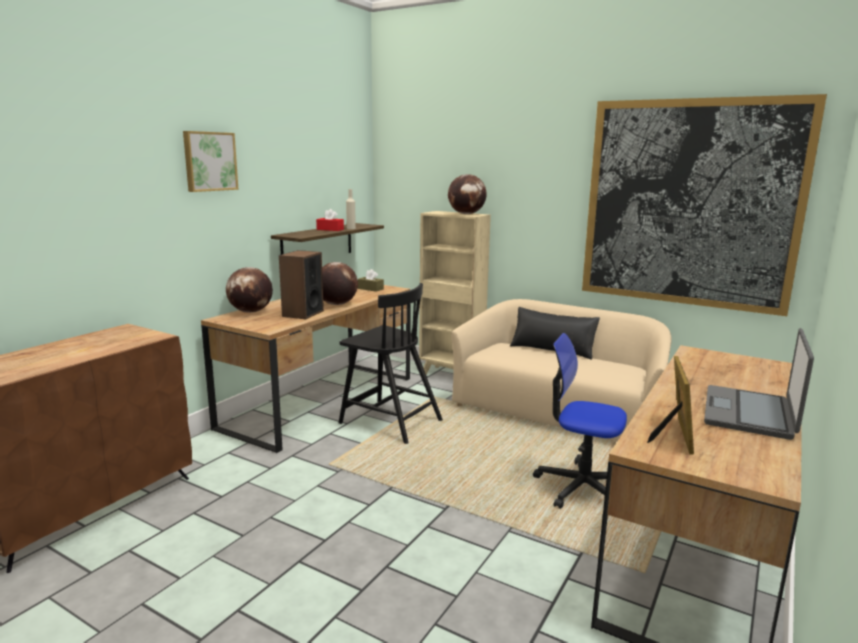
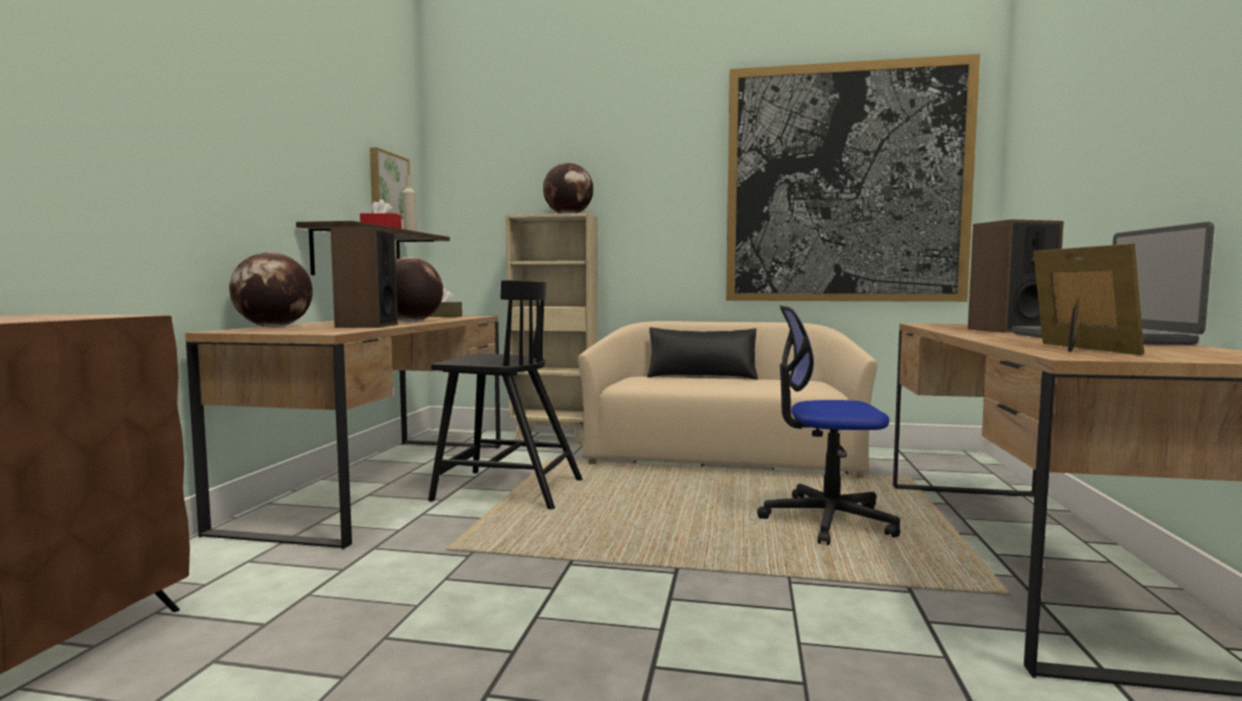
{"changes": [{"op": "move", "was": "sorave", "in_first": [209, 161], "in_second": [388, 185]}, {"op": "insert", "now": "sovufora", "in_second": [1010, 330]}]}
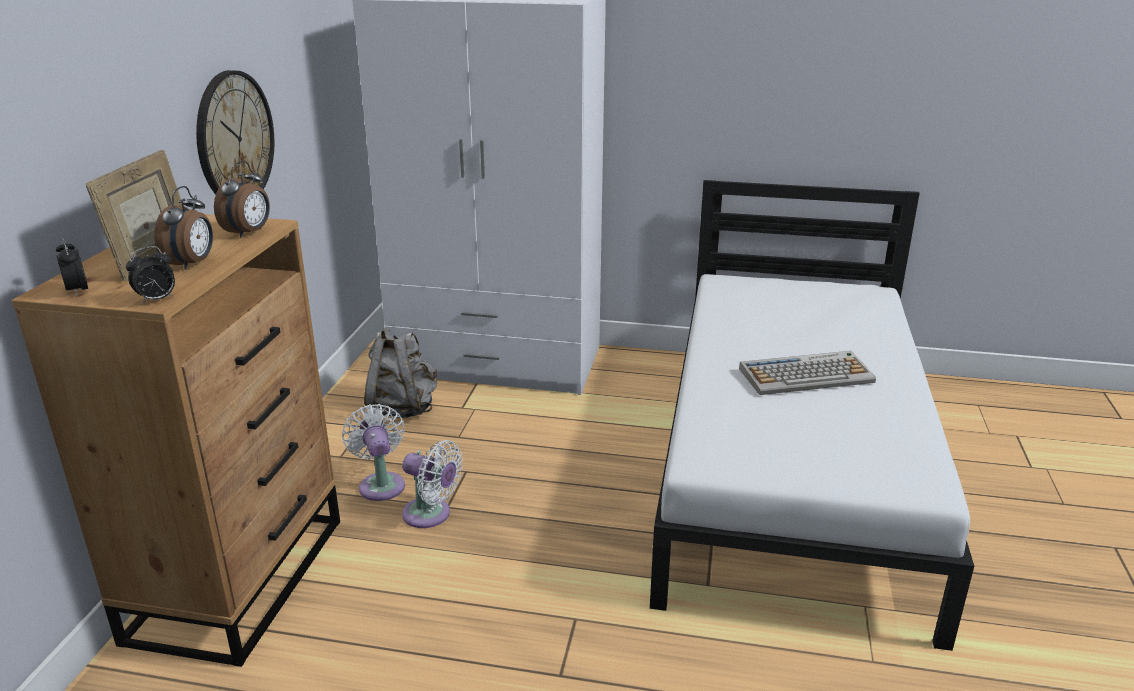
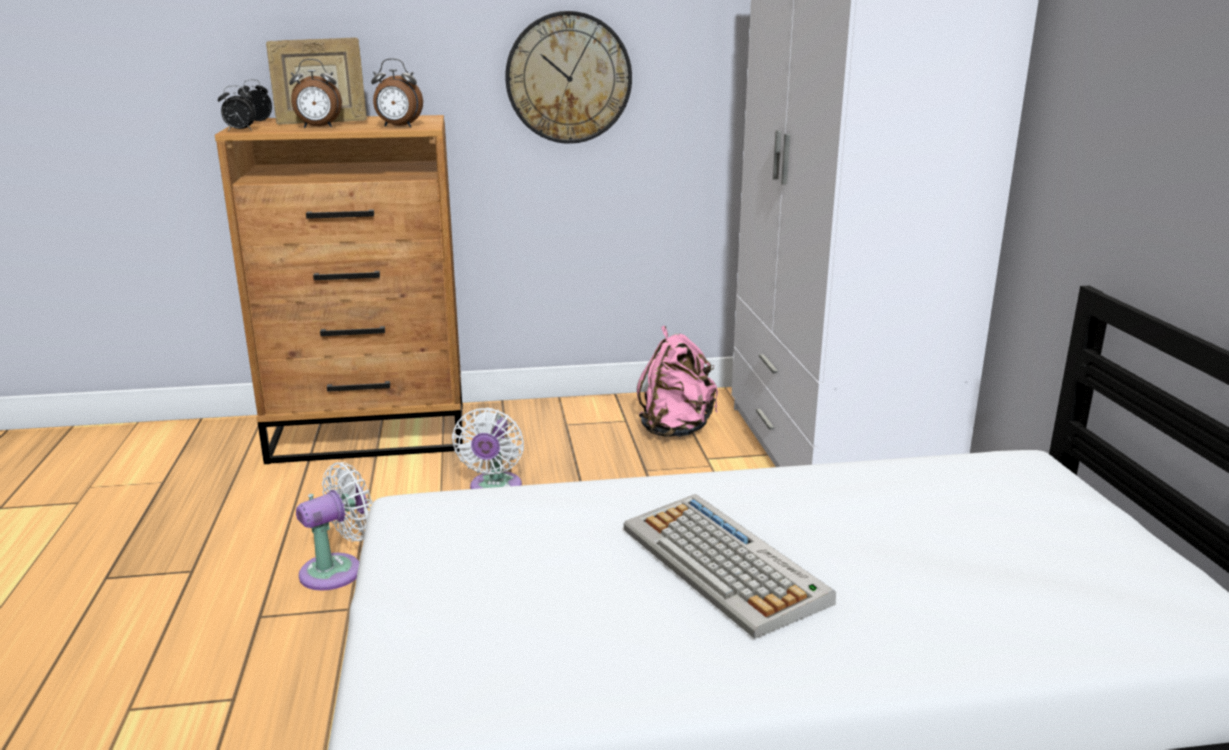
{"changes": [{"op": "rotate", "was": "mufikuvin", "in_first": [157, 300], "in_second": [239, 130], "clockwise": -45}, {"op": "recolor", "was": "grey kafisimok", "now": "pink kafisimok", "in_first": [403, 408], "in_second": [675, 430]}, {"op": "move", "was": "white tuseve", "in_first": [381, 484], "in_second": [337, 570]}]}
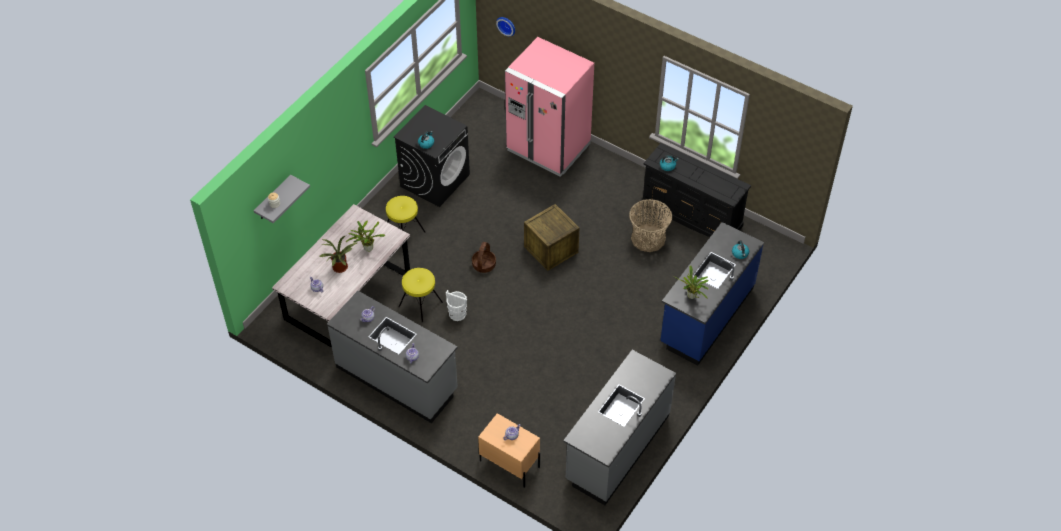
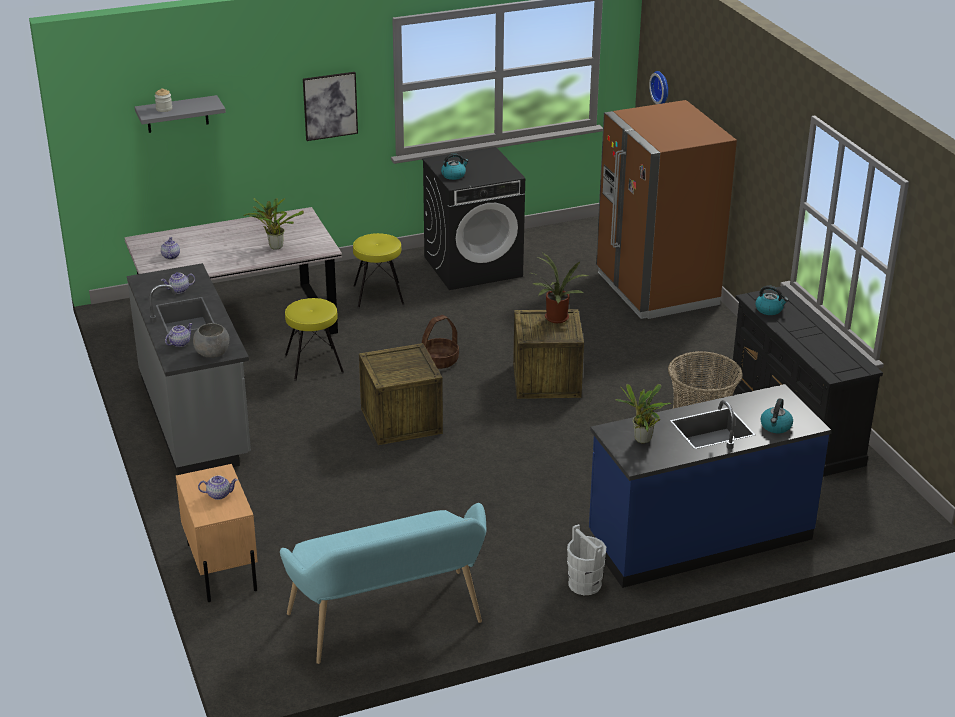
{"changes": [{"op": "recolor", "was": "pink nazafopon", "now": "brown nazafopon", "in_first": [548, 147], "in_second": [656, 289]}, {"op": "move", "was": "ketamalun", "in_first": [340, 269], "in_second": [555, 319]}, {"op": "move", "was": "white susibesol", "in_first": [457, 314], "in_second": [585, 584]}, {"op": "replace", "was": "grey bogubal", "now": "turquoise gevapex", "in_first": [616, 448], "in_second": [390, 623]}, {"op": "insert", "now": "sorave", "in_second": [330, 105]}, {"op": "insert", "now": "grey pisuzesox", "in_second": [212, 354]}, {"op": "insert", "now": "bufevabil", "in_second": [401, 421]}]}
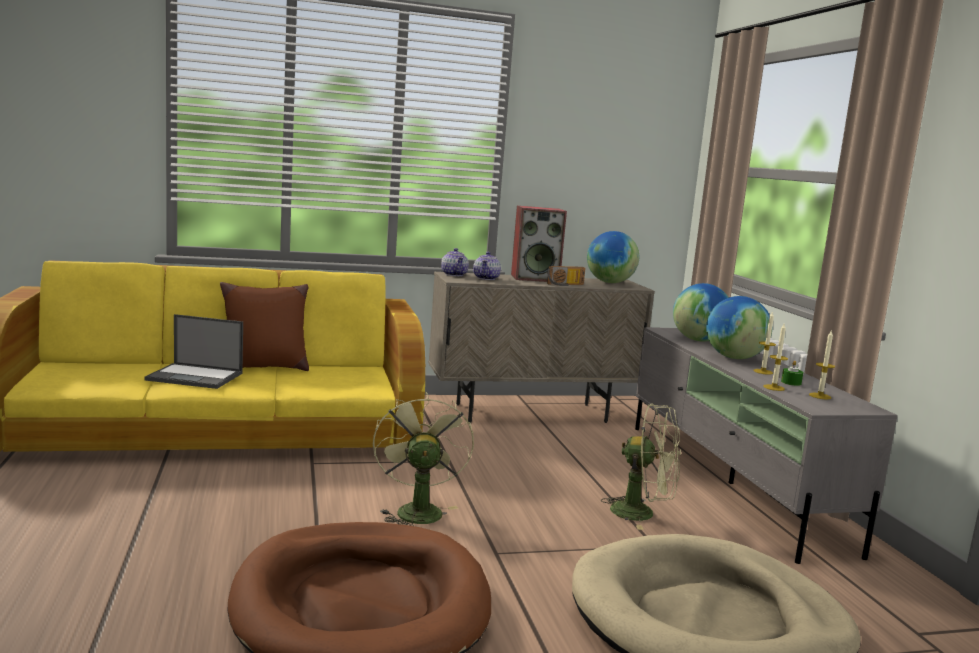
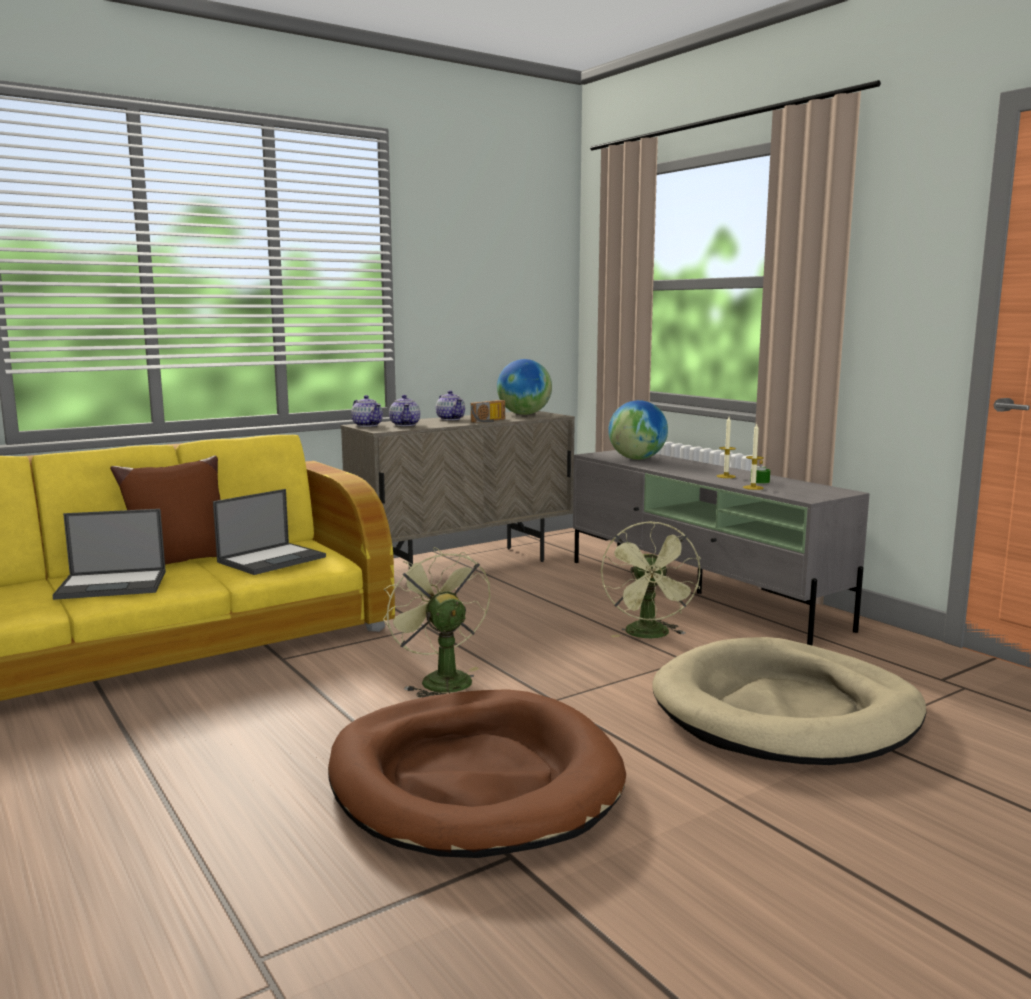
{"changes": [{"op": "replace", "was": "sovufora", "now": "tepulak", "in_first": [535, 278], "in_second": [450, 419]}, {"op": "delete", "was": "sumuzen", "in_first": [734, 358]}, {"op": "delete", "was": "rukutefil", "in_first": [820, 396]}, {"op": "rotate", "was": "green tuseve", "in_first": [642, 514], "in_second": [650, 635], "clockwise": 90}, {"op": "insert", "now": "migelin", "in_second": [272, 559]}]}
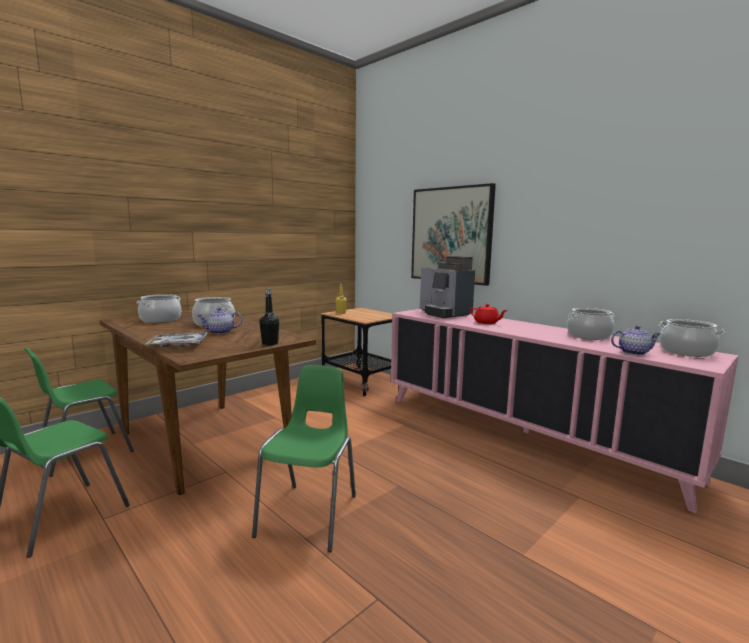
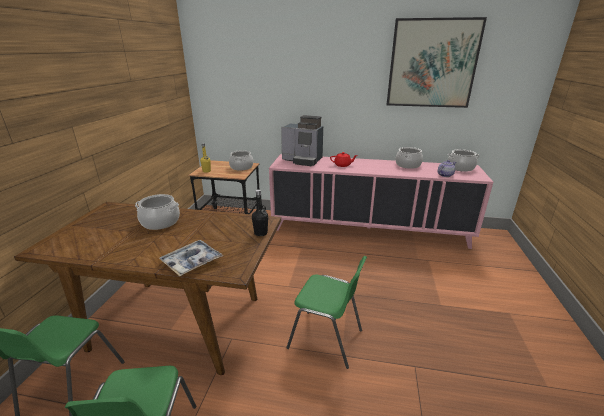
{"changes": [{"op": "move", "was": "sorave", "in_first": [451, 235], "in_second": [432, 64]}, {"op": "move", "was": "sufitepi", "in_first": [161, 320], "in_second": [241, 167]}, {"op": "delete", "was": "tepulak", "in_first": [220, 332]}, {"op": "rotate", "was": "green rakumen", "in_first": [310, 515], "in_second": [326, 339], "clockwise": 135}]}
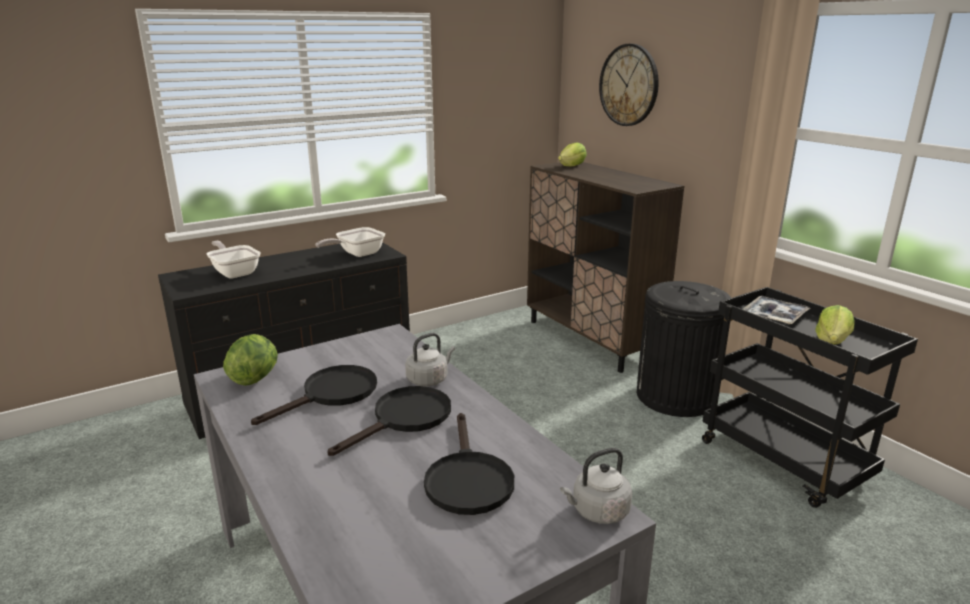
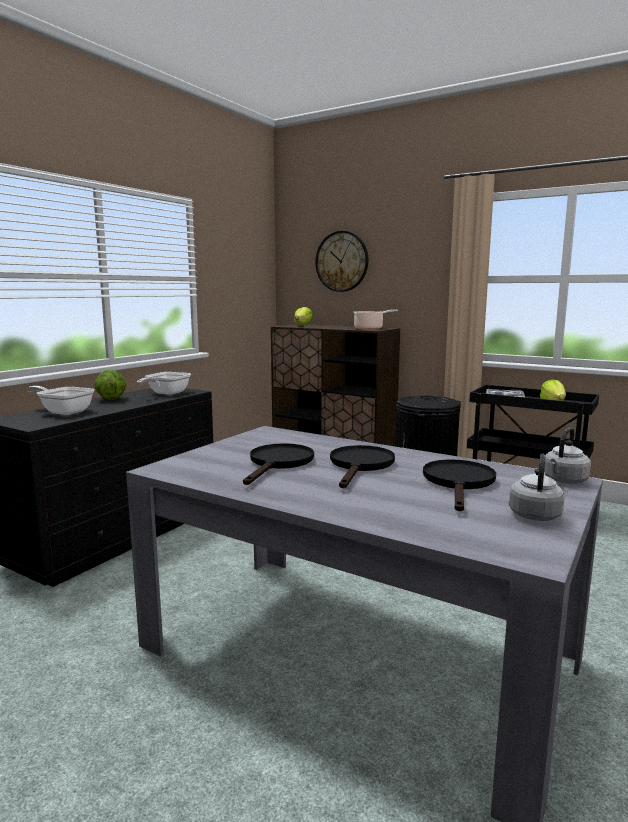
{"changes": [{"op": "move", "was": "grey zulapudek", "in_first": [429, 379], "in_second": [535, 514]}, {"op": "move", "was": "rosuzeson", "in_first": [255, 378], "in_second": [111, 399]}, {"op": "rotate", "was": "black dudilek", "in_first": [467, 479], "in_second": [459, 483], "clockwise": -135}, {"op": "insert", "now": "sufitepi", "in_second": [370, 328]}]}
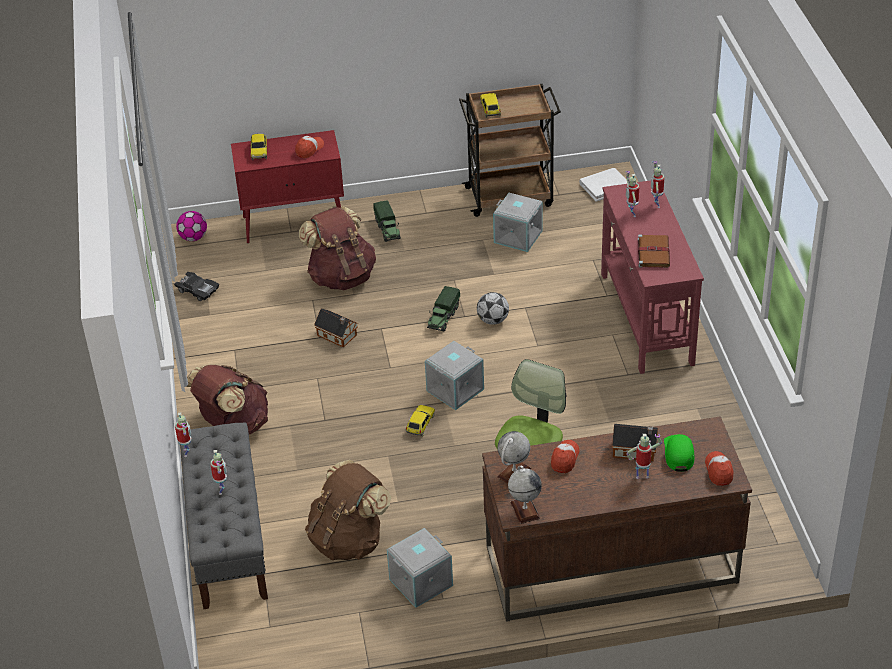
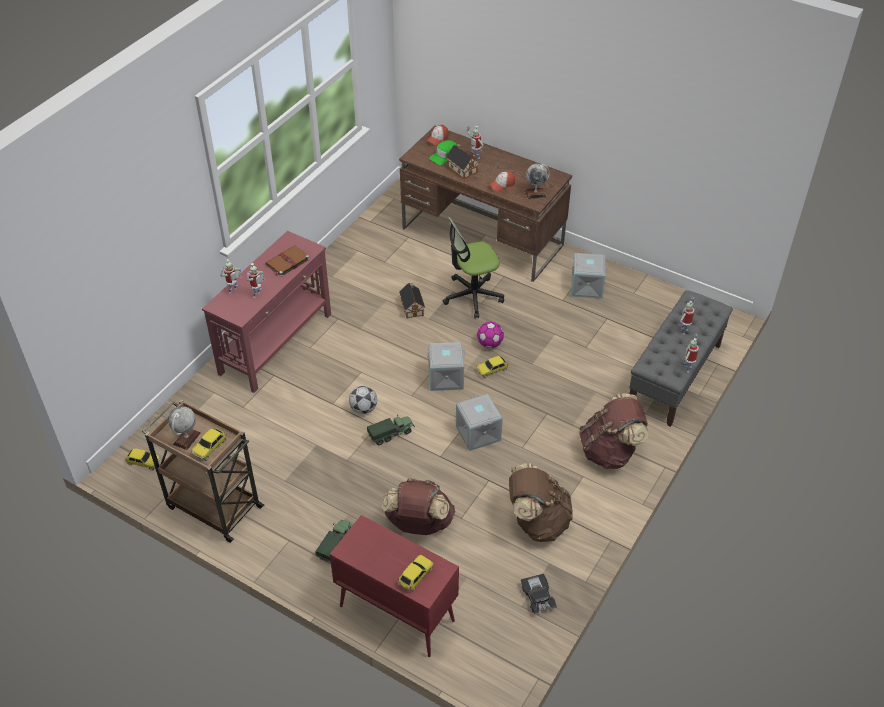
{"changes": [{"op": "delete", "was": "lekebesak", "in_first": [309, 149]}, {"op": "replace", "was": "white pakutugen", "now": "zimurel", "in_first": [604, 186], "in_second": [143, 462]}, {"op": "move", "was": "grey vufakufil", "in_first": [518, 236], "in_second": [477, 433]}, {"op": "move", "was": "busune", "in_first": [193, 238], "in_second": [490, 344]}, {"op": "move", "was": "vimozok", "in_first": [338, 336], "in_second": [412, 307]}, {"op": "move", "was": "brown kafisimok", "in_first": [349, 540], "in_second": [537, 521]}, {"op": "move", "was": "sumuzen", "in_first": [524, 510], "in_second": [187, 438]}]}
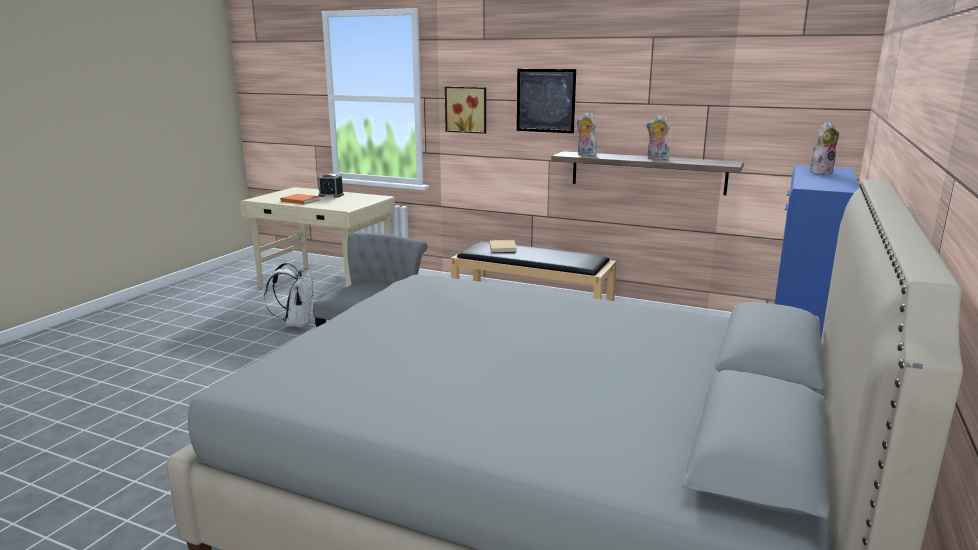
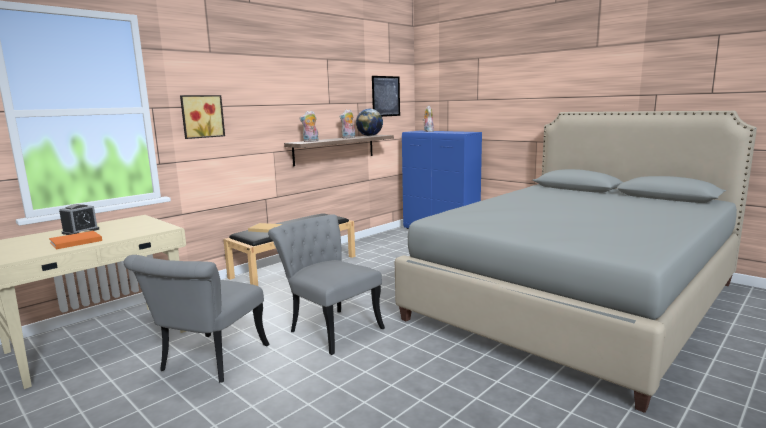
{"changes": [{"op": "move", "was": "sorave", "in_first": [545, 100], "in_second": [386, 96]}, {"op": "replace", "was": "white kafisimok", "now": "grey rakumen", "in_first": [296, 324], "in_second": [208, 363]}, {"op": "insert", "now": "sumuzen", "in_second": [370, 136]}]}
